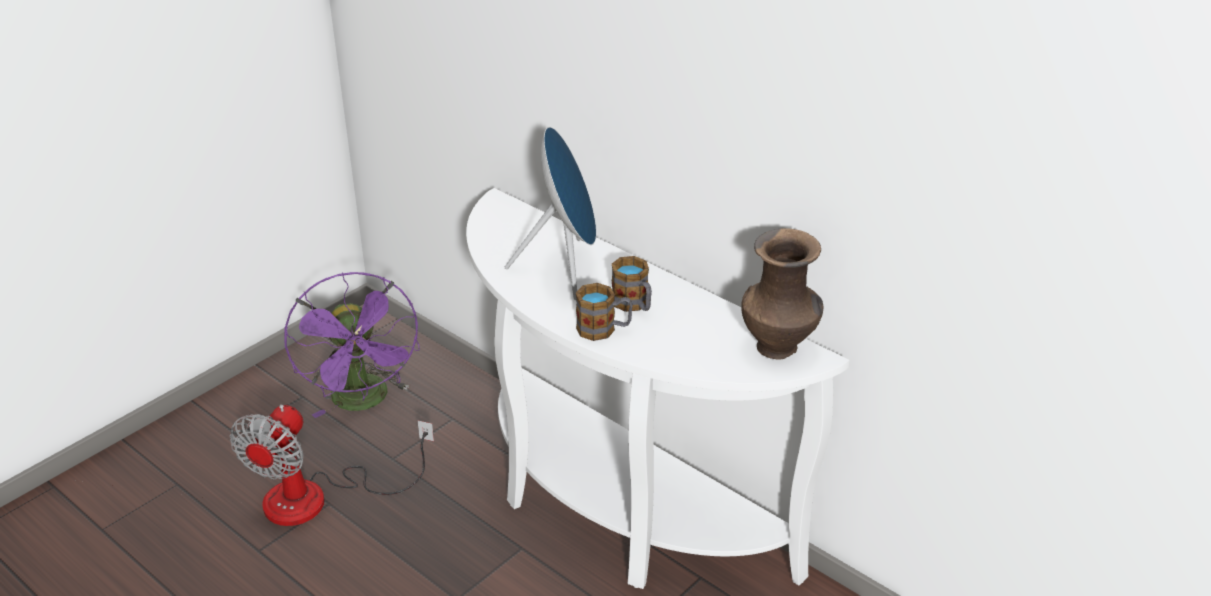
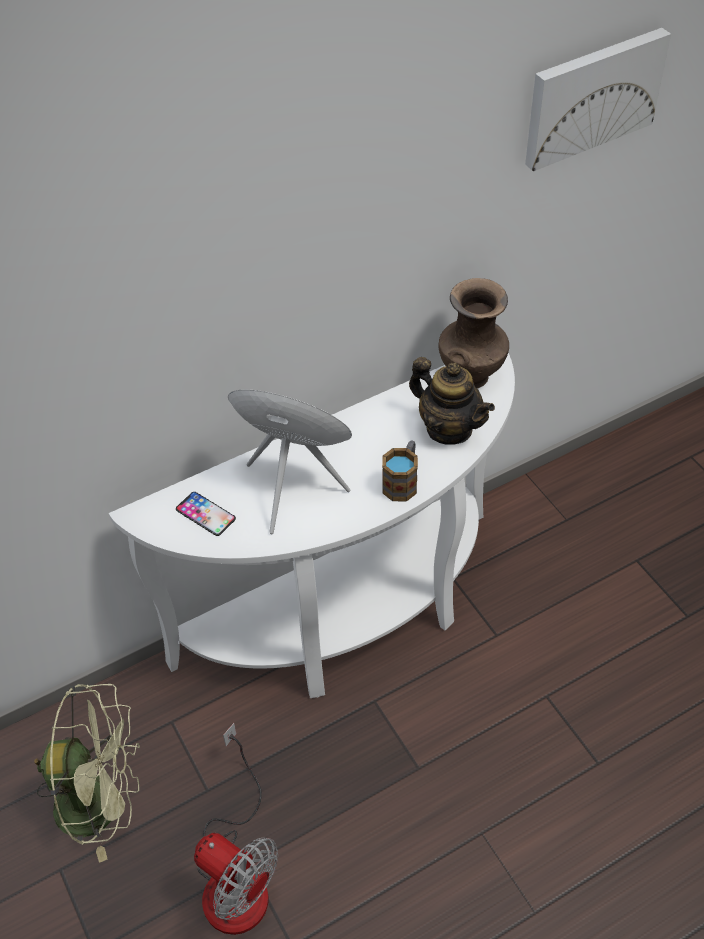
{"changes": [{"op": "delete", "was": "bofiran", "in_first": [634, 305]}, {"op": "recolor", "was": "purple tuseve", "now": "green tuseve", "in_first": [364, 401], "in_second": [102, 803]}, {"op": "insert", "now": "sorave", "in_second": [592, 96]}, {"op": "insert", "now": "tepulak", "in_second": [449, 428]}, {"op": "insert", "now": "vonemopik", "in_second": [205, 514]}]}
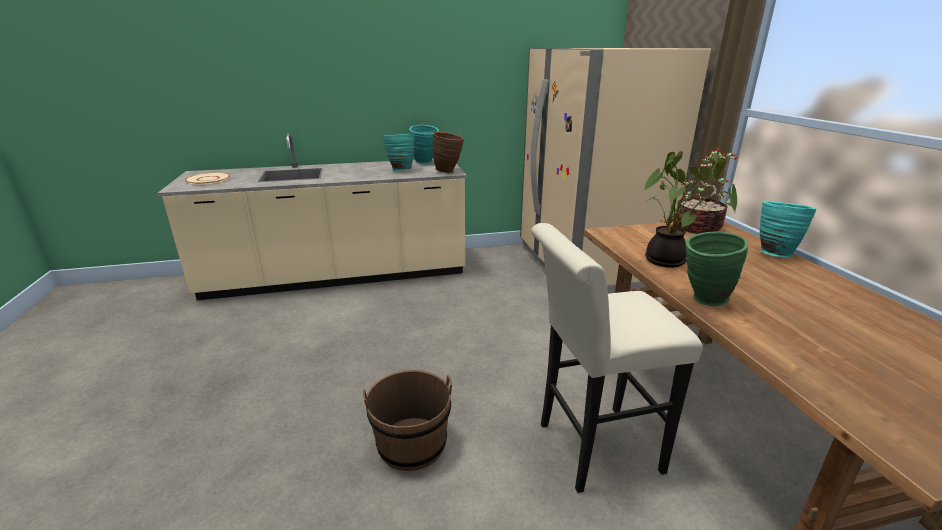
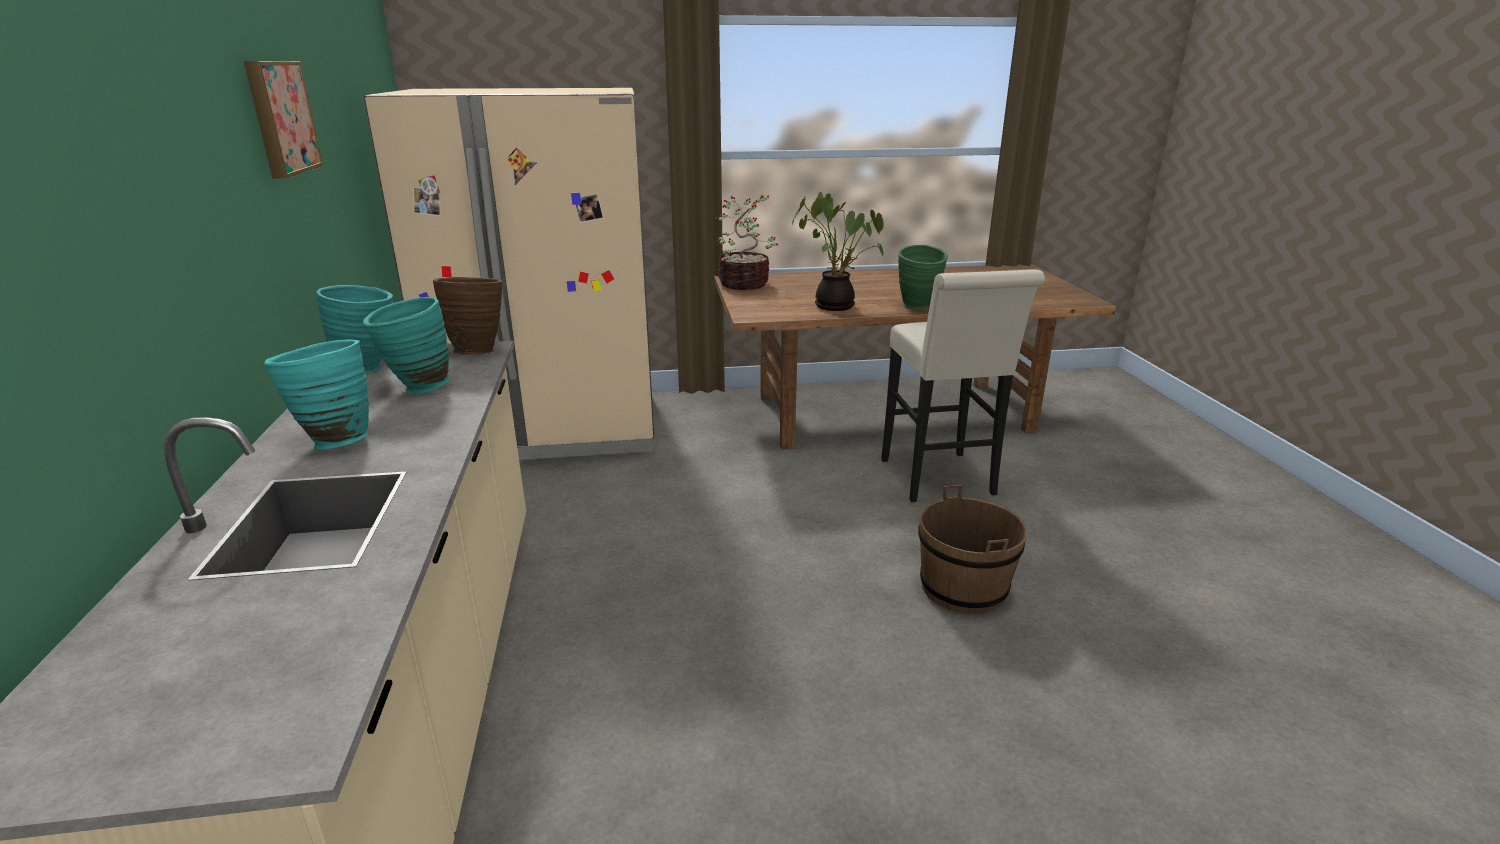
{"changes": [{"op": "delete", "was": "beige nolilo", "in_first": [208, 179]}, {"op": "move", "was": "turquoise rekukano", "in_first": [773, 253], "in_second": [334, 440]}, {"op": "insert", "now": "sorave", "in_second": [280, 118]}]}
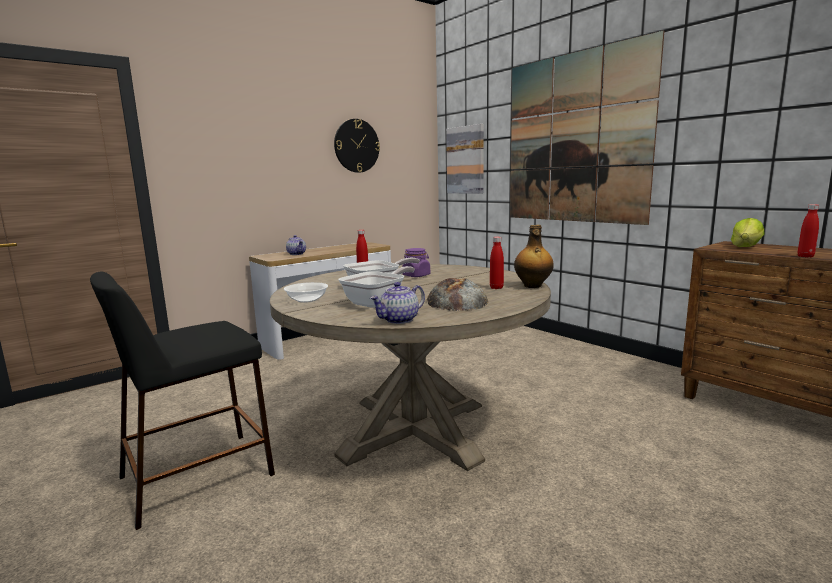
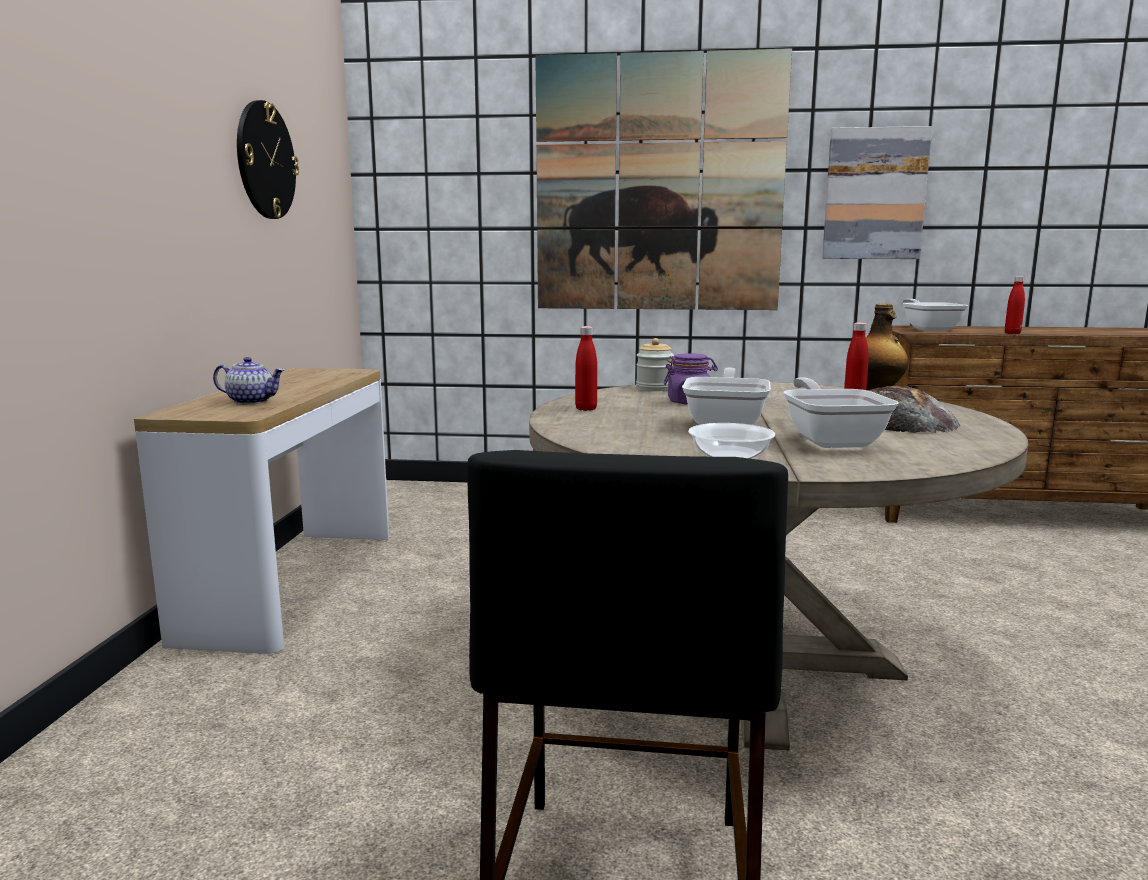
{"changes": [{"op": "move", "was": "sorave", "in_first": [465, 160], "in_second": [874, 194]}, {"op": "replace", "was": "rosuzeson", "now": "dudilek", "in_first": [746, 247], "in_second": [929, 329]}, {"op": "delete", "was": "tepulak", "in_first": [399, 320]}, {"op": "insert", "now": "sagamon", "in_second": [654, 388]}]}
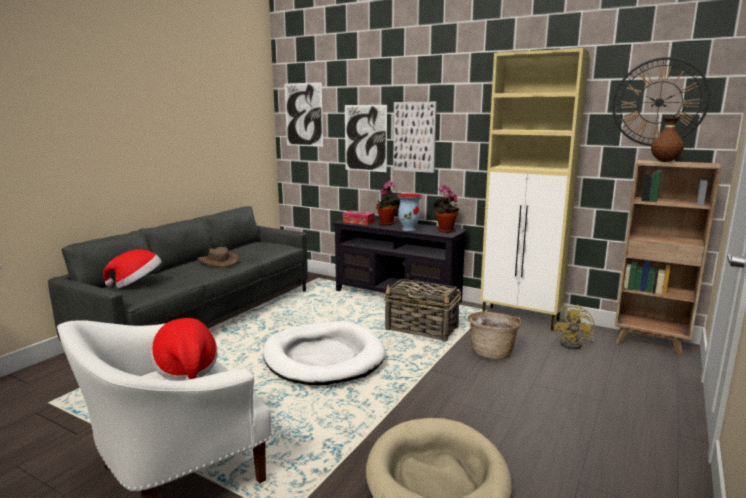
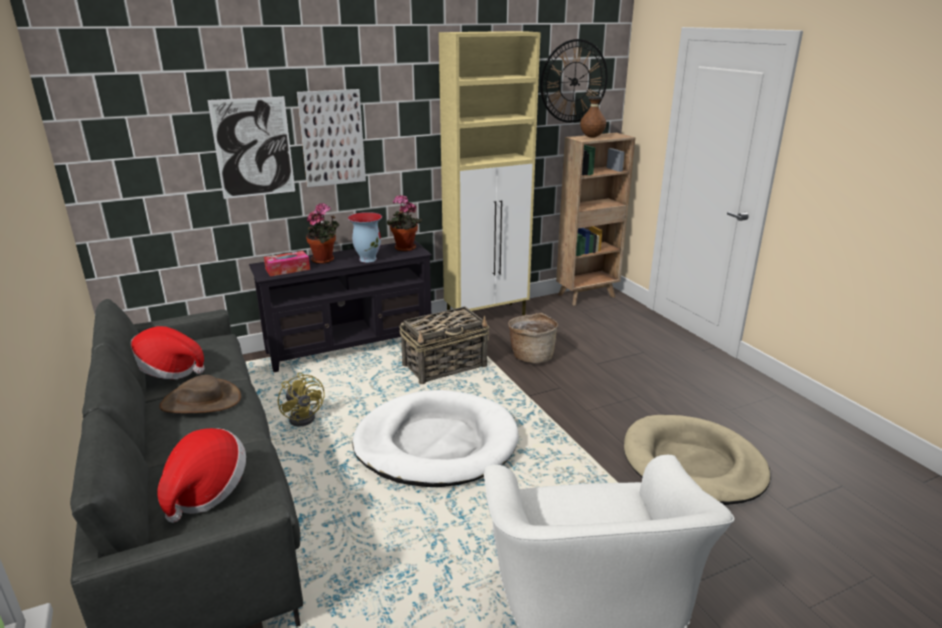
{"changes": [{"op": "delete", "was": "sorave", "in_first": [303, 114]}, {"op": "move", "was": "yellow tuseve", "in_first": [575, 344], "in_second": [305, 417]}, {"op": "move", "was": "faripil", "in_first": [186, 369], "in_second": [168, 371]}]}
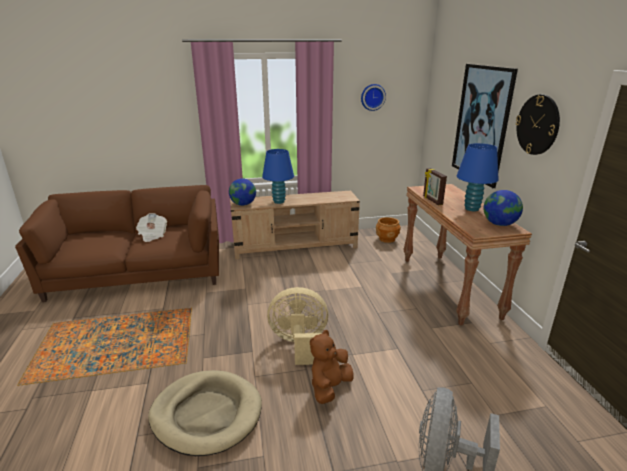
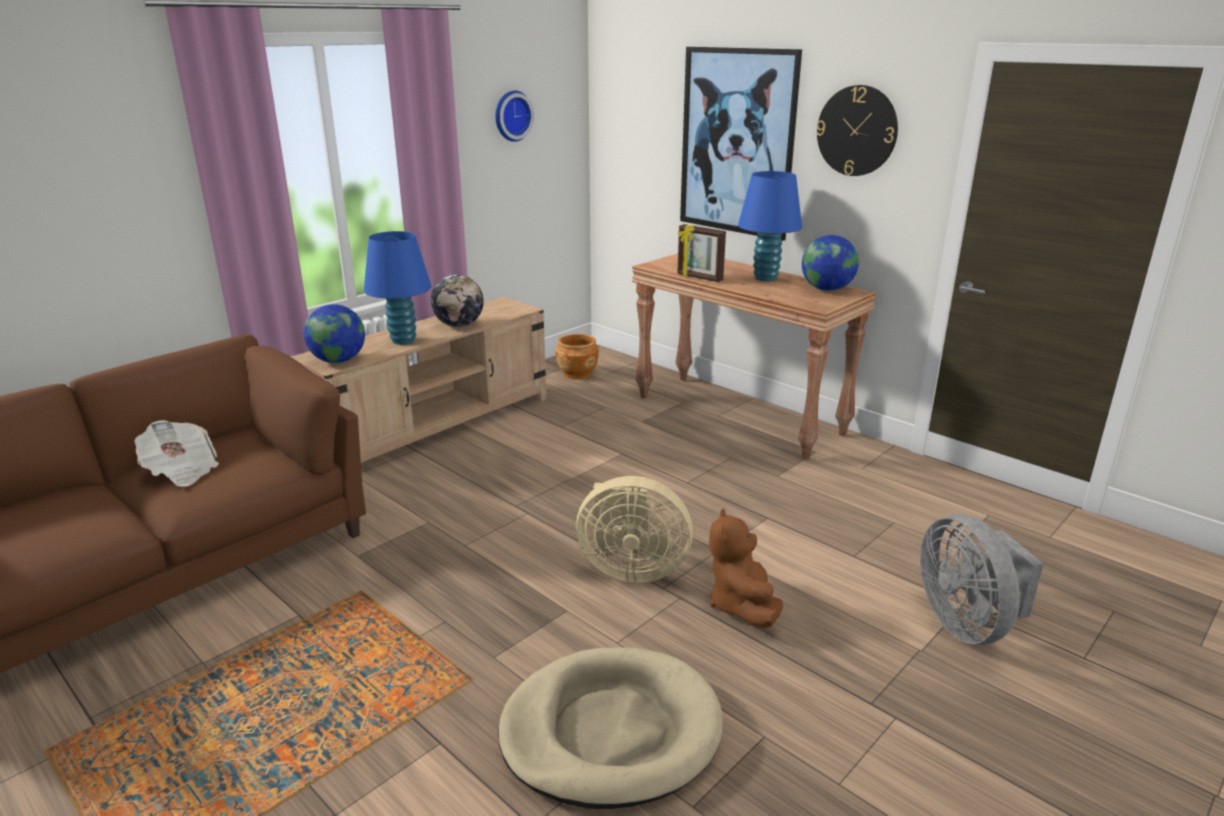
{"changes": [{"op": "rotate", "was": "beige tuseve", "in_first": [300, 344], "in_second": [631, 569], "clockwise": -135}, {"op": "insert", "now": "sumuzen", "in_second": [459, 325]}]}
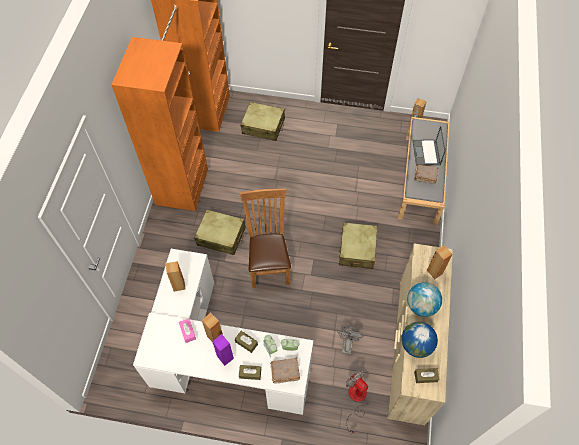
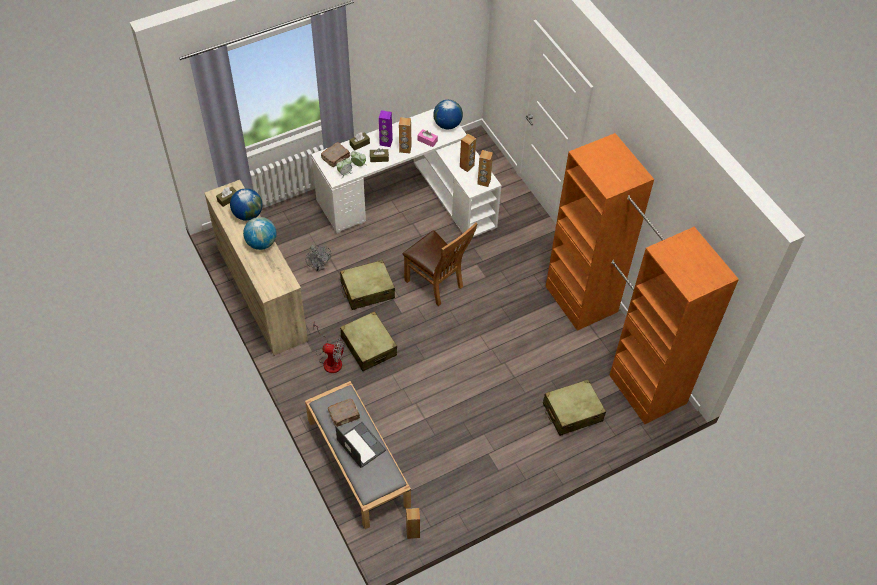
{"changes": [{"op": "move", "was": "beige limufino", "in_first": [221, 236], "in_second": [367, 290]}, {"op": "move", "was": "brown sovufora", "in_first": [434, 272], "in_second": [484, 182]}, {"op": "move", "was": "tuseve", "in_first": [356, 399], "in_second": [330, 359]}, {"op": "insert", "now": "sumuzen", "in_second": [447, 124]}]}
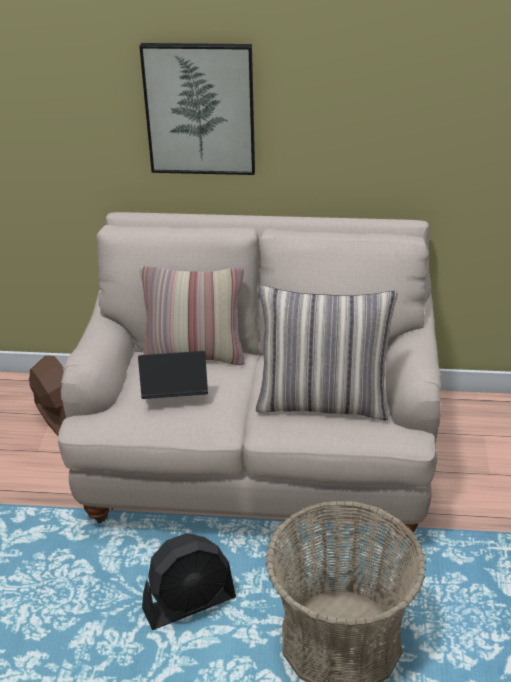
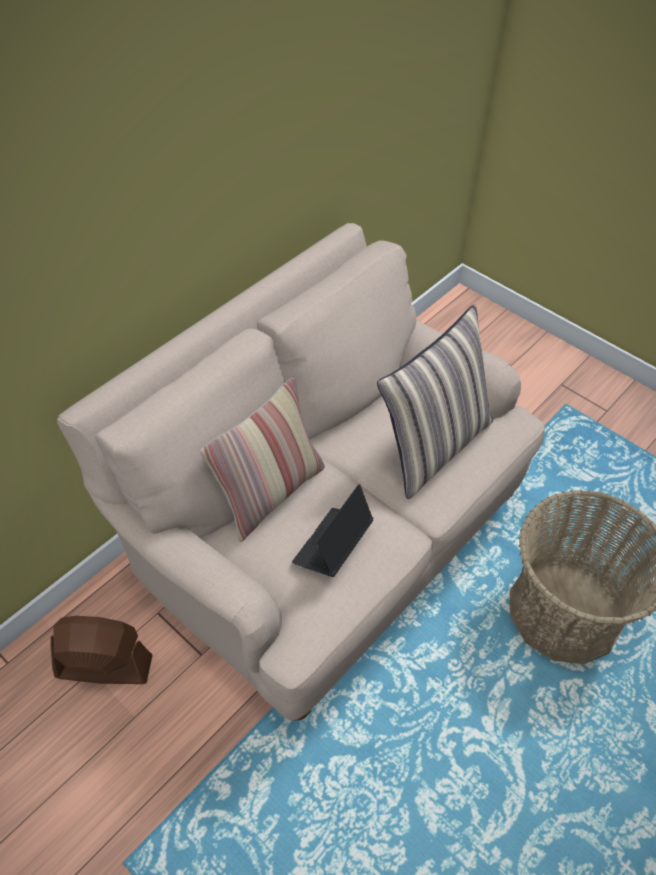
{"changes": [{"op": "delete", "was": "sorave", "in_first": [200, 109]}, {"op": "delete", "was": "black tuseve", "in_first": [190, 604]}]}
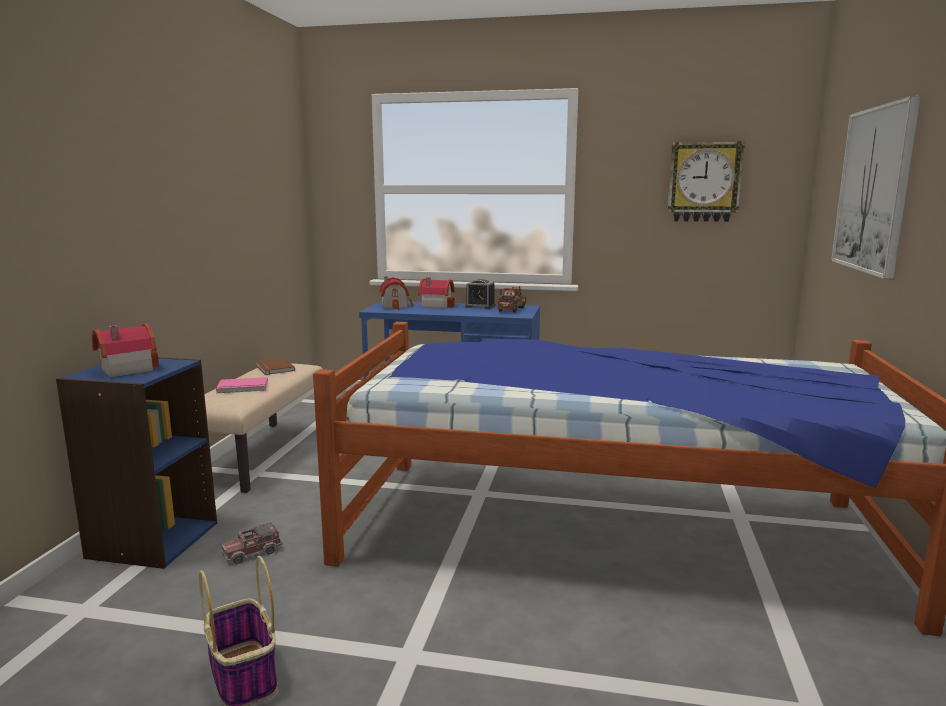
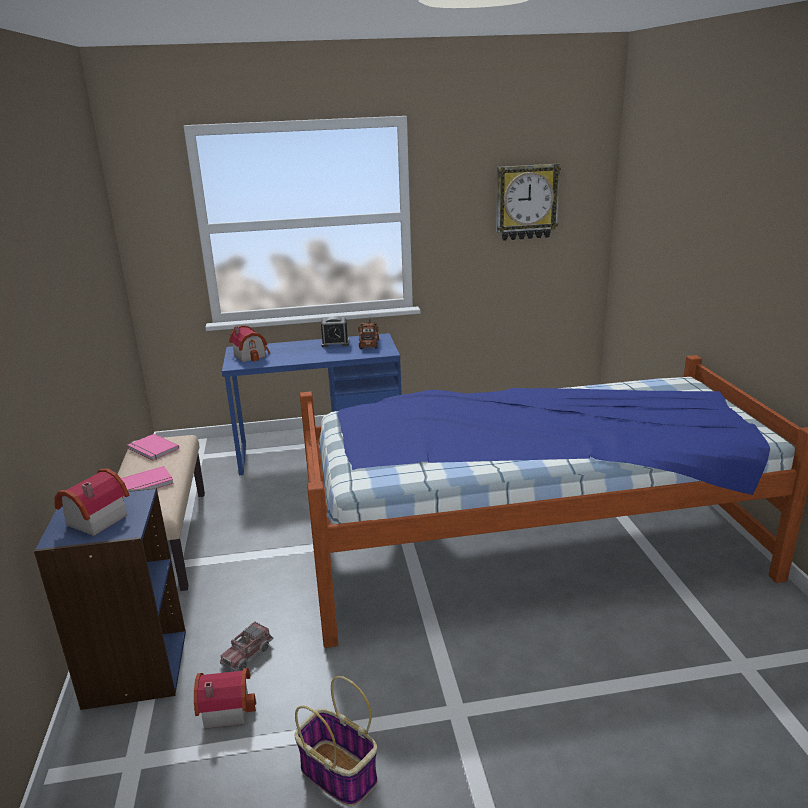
{"changes": [{"op": "delete", "was": "sorave", "in_first": [874, 190]}, {"op": "move", "was": "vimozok", "in_first": [436, 305], "in_second": [225, 708]}, {"op": "recolor", "was": "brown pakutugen", "now": "pink pakutugen", "in_first": [273, 368], "in_second": [152, 449]}]}
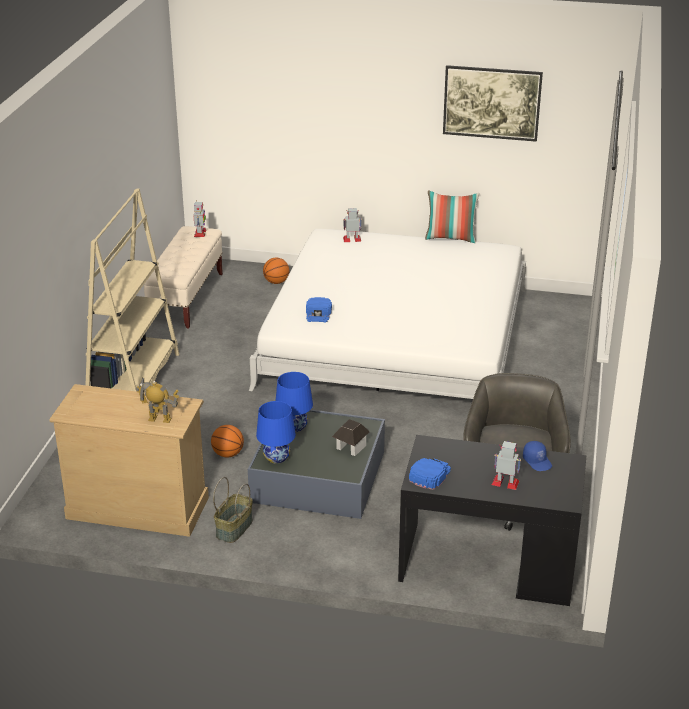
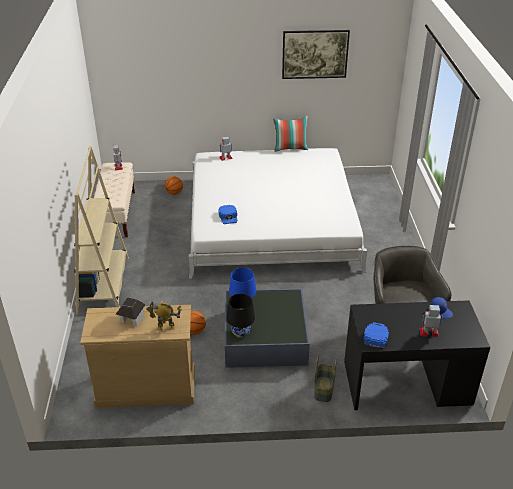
{"changes": [{"op": "recolor", "was": "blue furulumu", "now": "black furulumu", "in_first": [277, 457], "in_second": [241, 332]}, {"op": "move", "was": "vimozok", "in_first": [351, 447], "in_second": [132, 319]}, {"op": "move", "was": "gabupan", "in_first": [234, 528], "in_second": [323, 389]}]}
